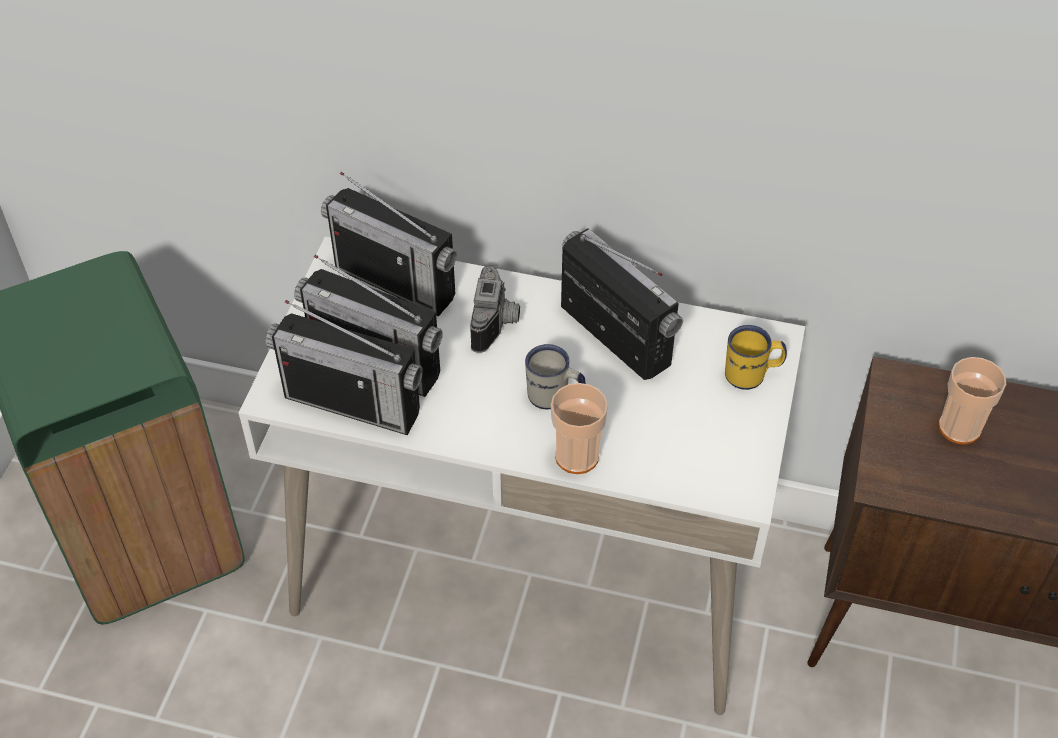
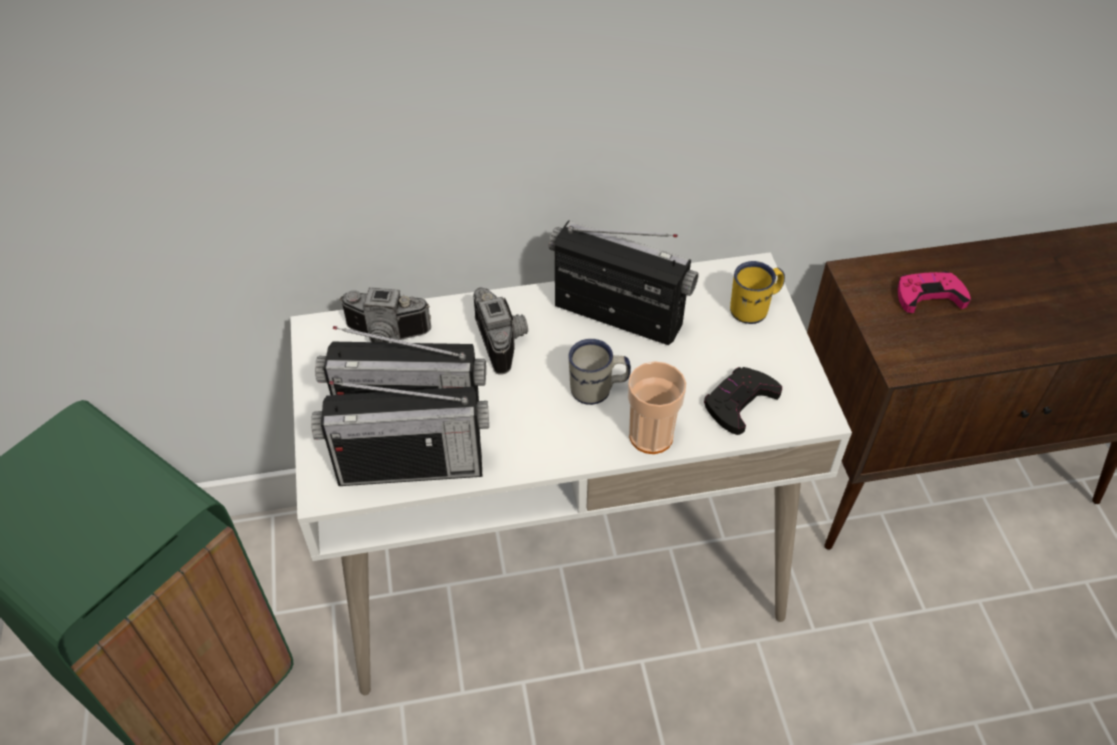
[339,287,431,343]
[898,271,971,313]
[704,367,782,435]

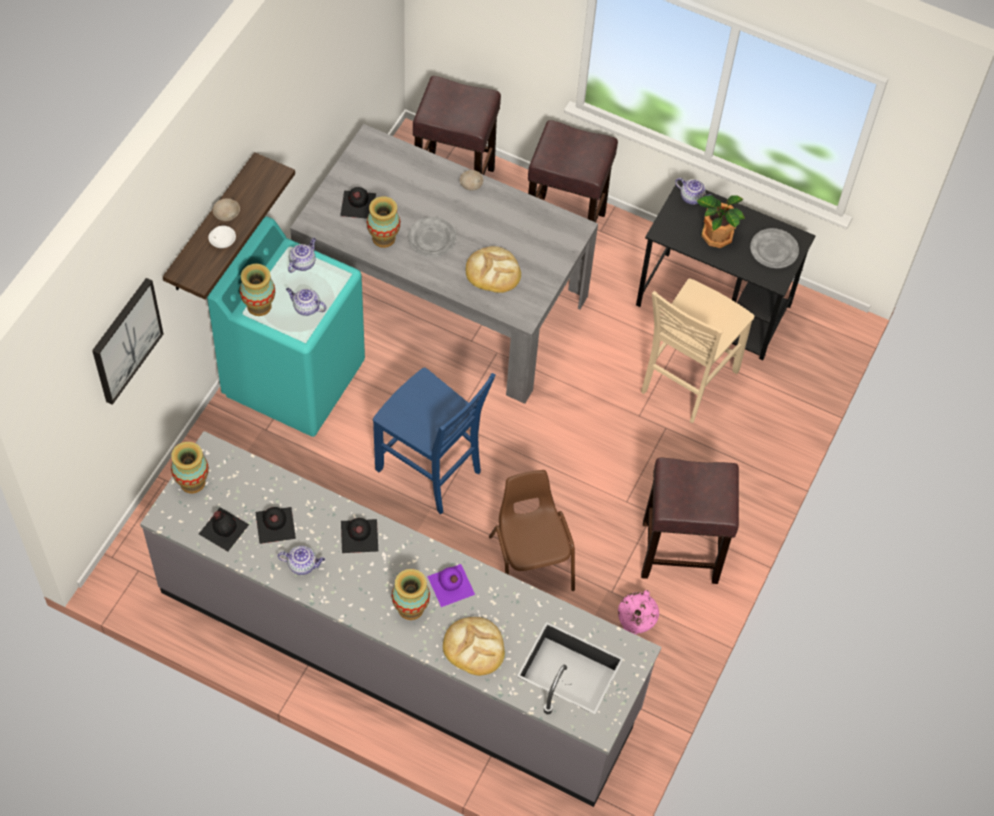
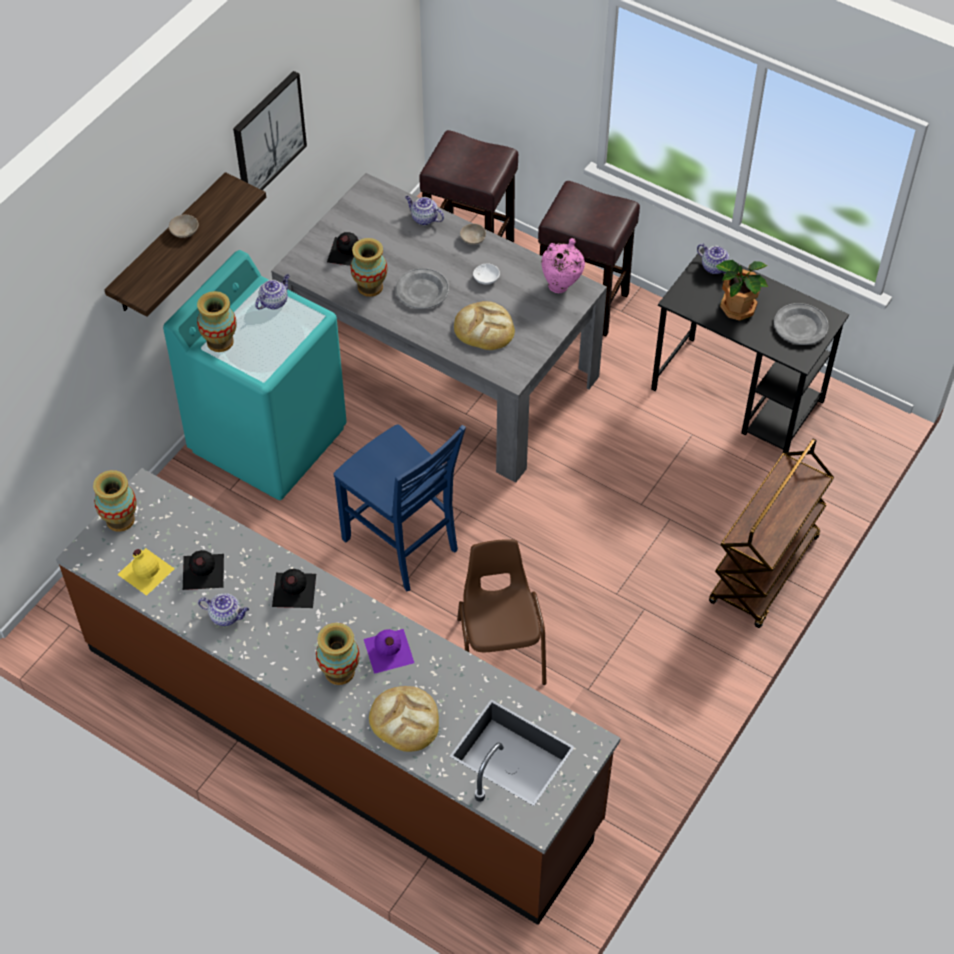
[233,71,307,190]
[56,468,621,925]
[117,548,175,596]
[473,263,500,285]
[405,196,444,225]
[541,238,585,293]
[641,279,754,423] (first image)
[641,458,739,584] (first image)
[709,438,834,628]

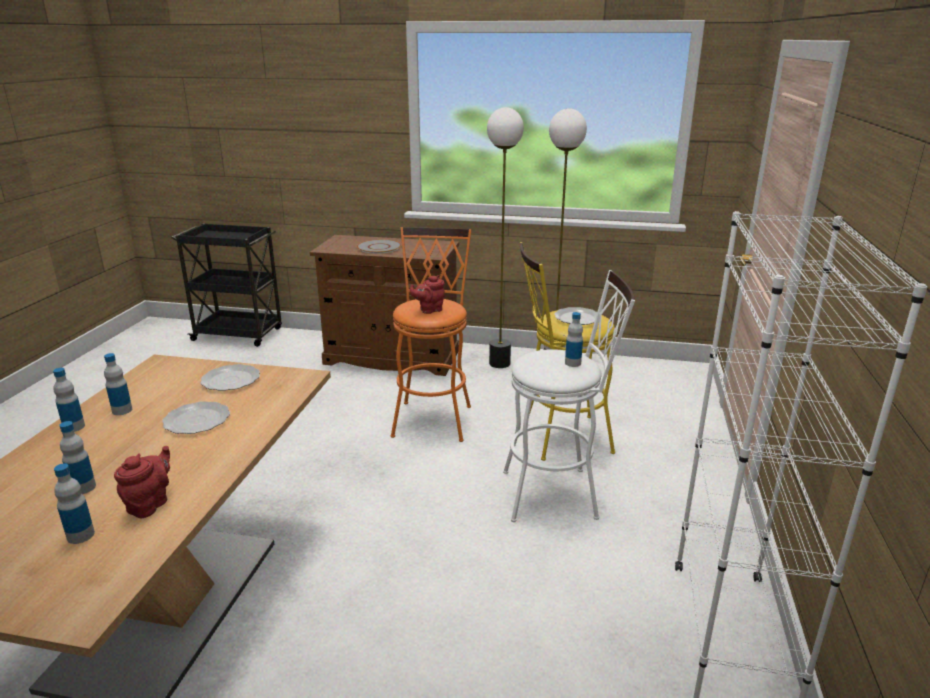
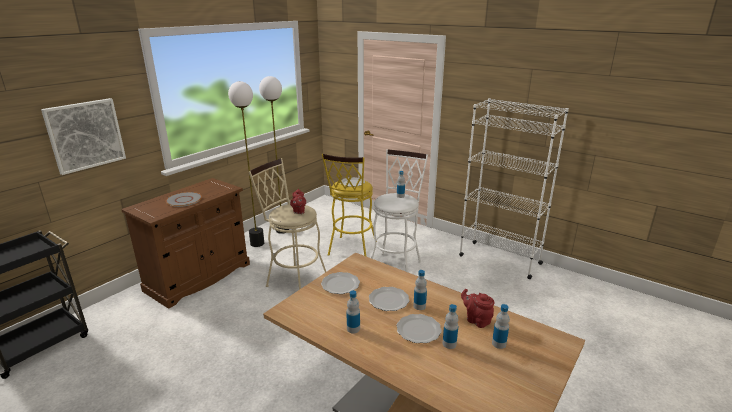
[413,270,427,310]
[249,158,326,290]
[41,98,126,175]
[396,314,442,343]

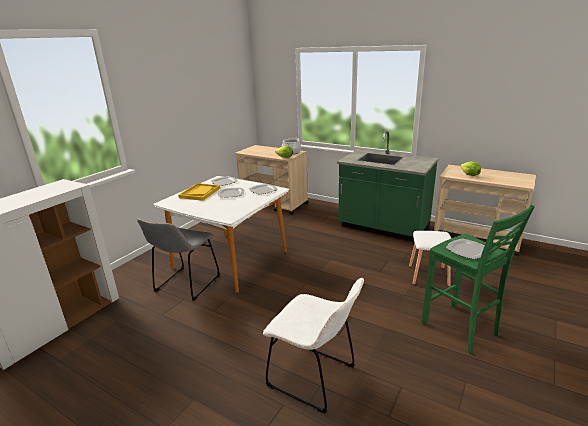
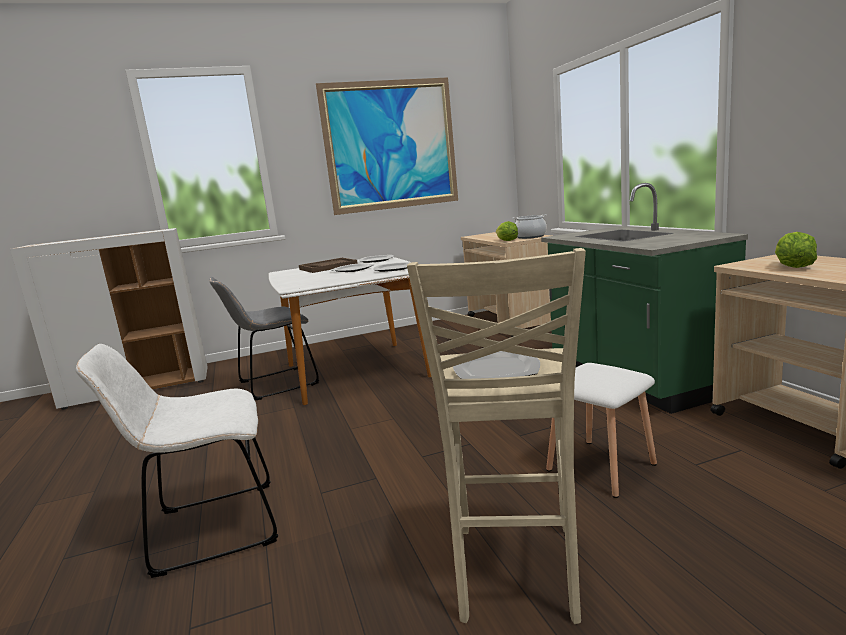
[299,258,358,273]
[76,344,278,578]
[407,248,586,624]
[316,77,458,215]

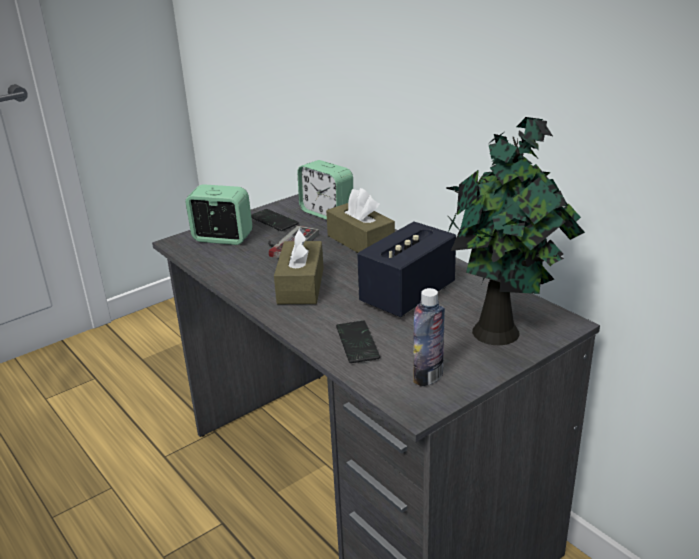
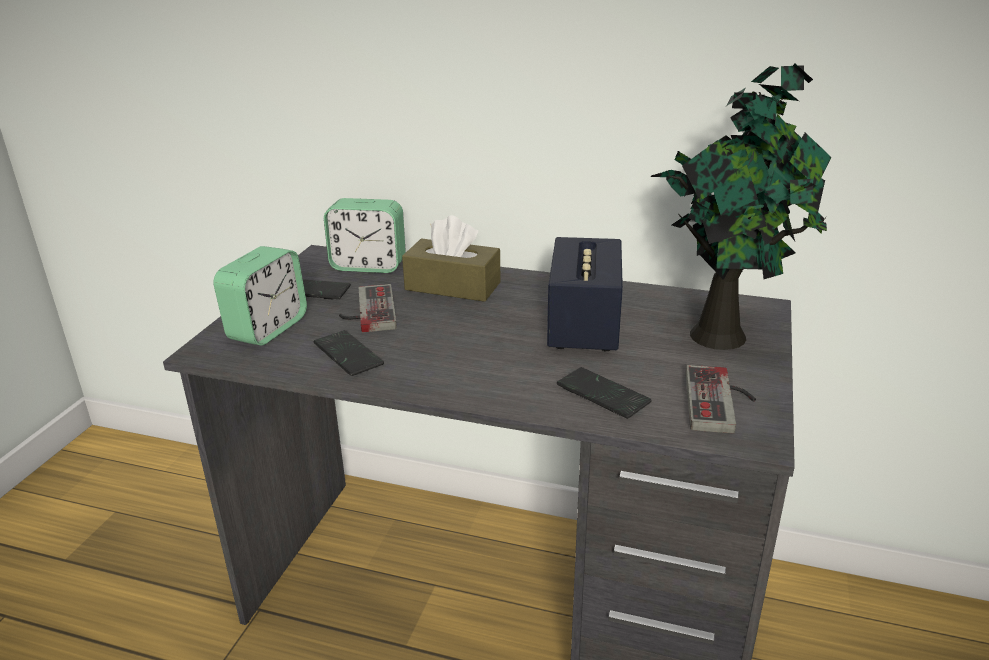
[214,246,307,346]
[274,228,324,304] (first image)
[686,365,756,433]
[314,330,384,376]

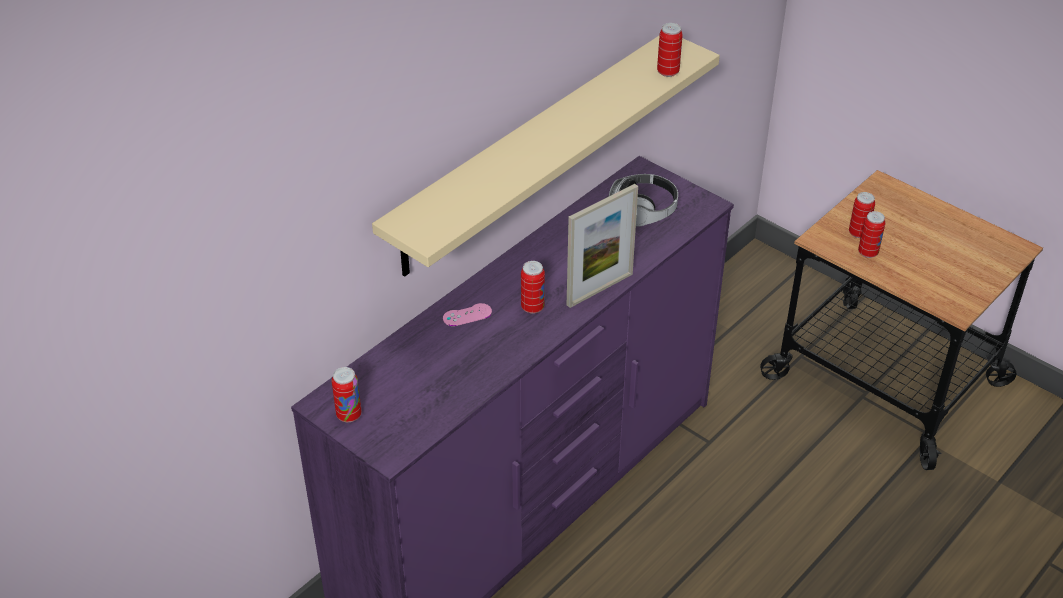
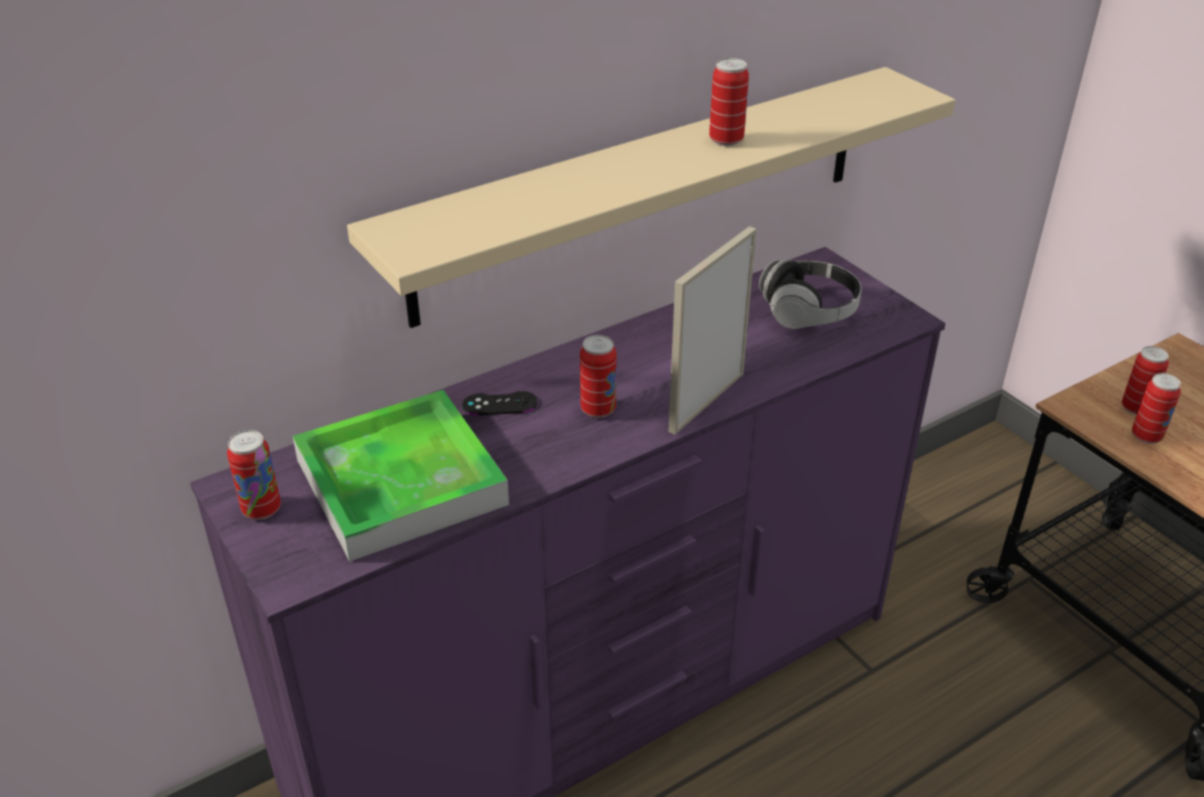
[462,391,538,415]
[668,226,756,435]
[709,58,749,146]
[293,390,509,562]

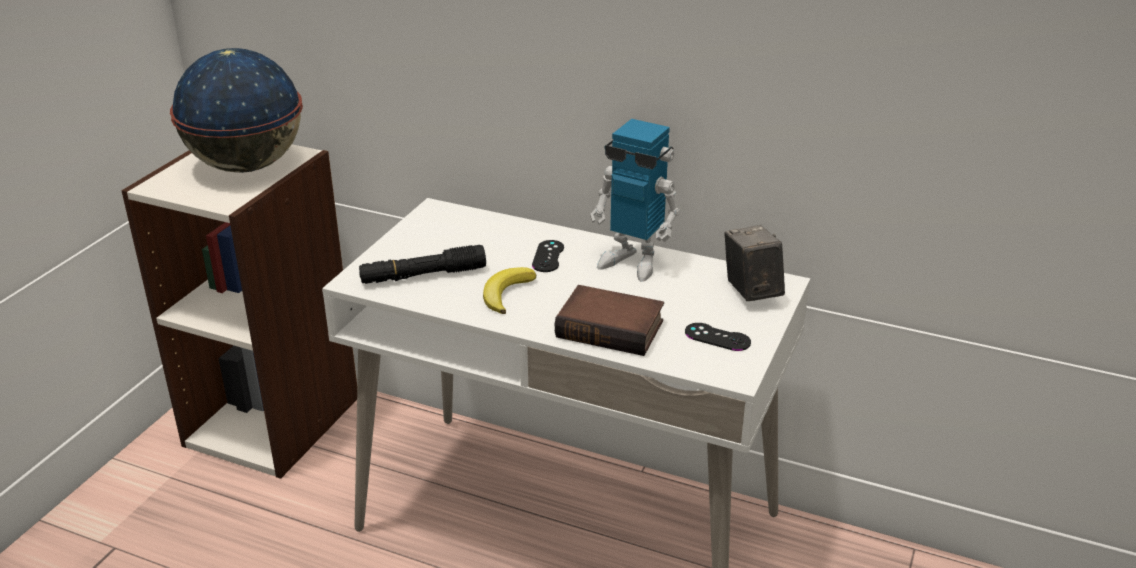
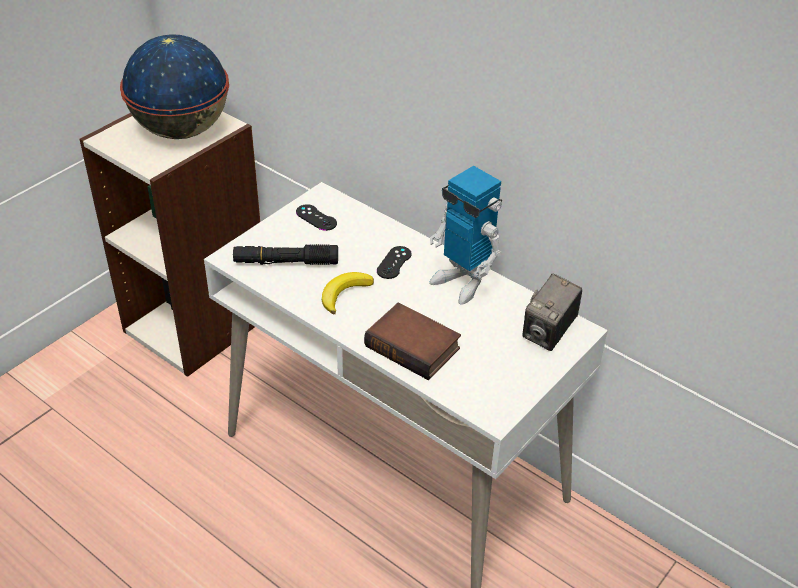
[296,204,337,231]
[522,273,582,351]

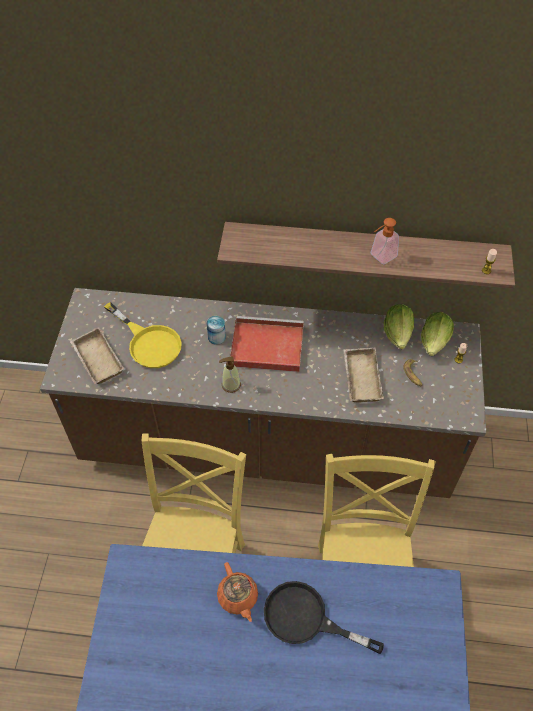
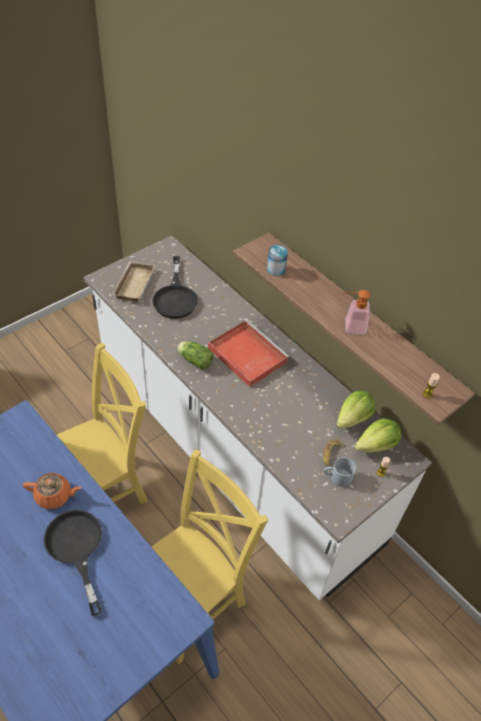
[84,235,432,601]
[152,256,198,319]
[267,245,288,276]
[23,473,81,509]
[177,341,214,369]
[343,347,384,403] (first image)
[324,457,356,487]

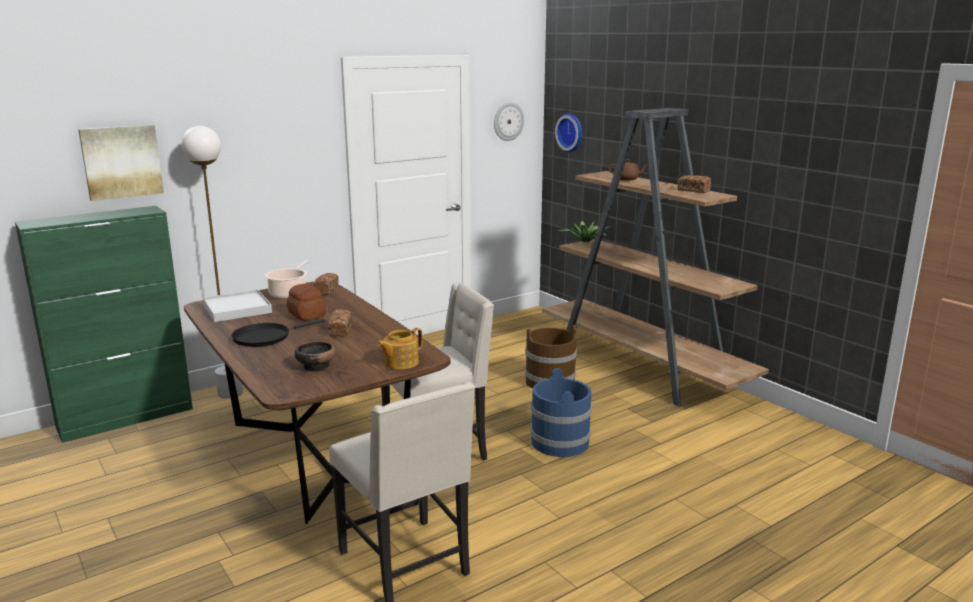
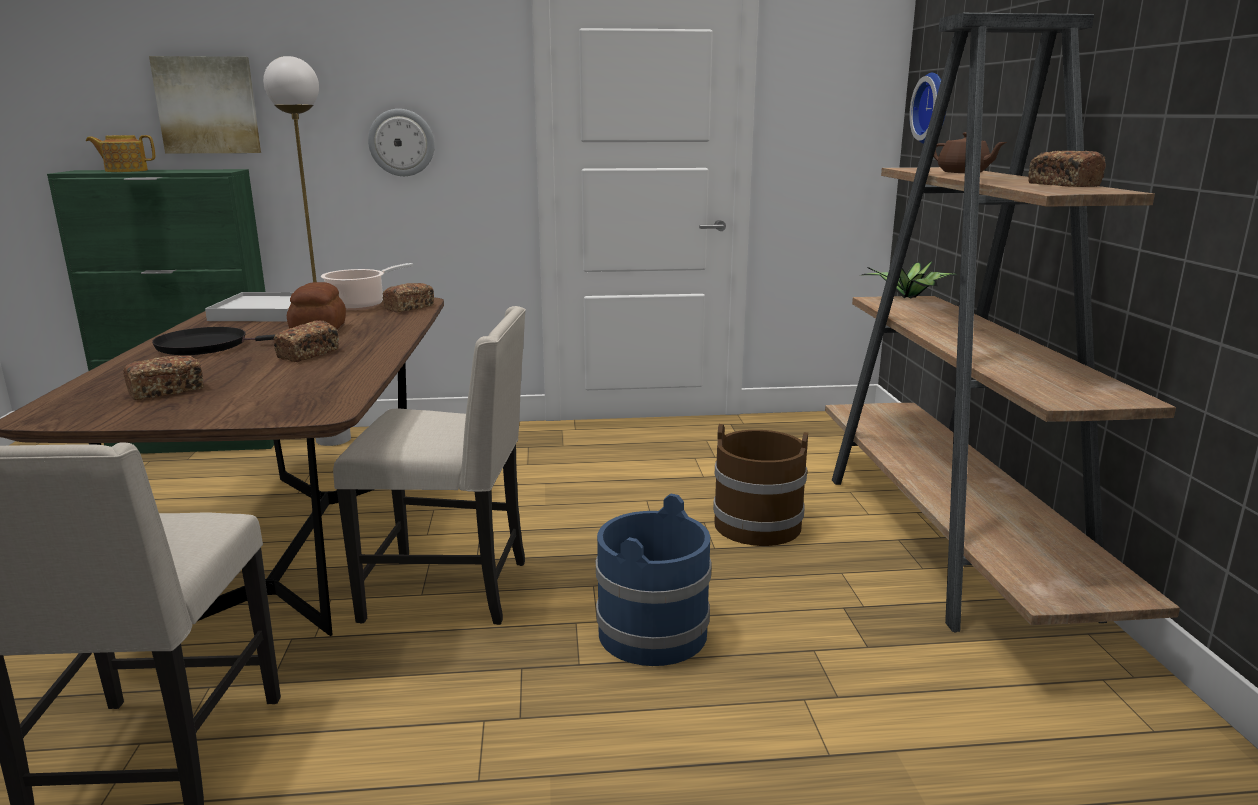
[123,355,203,400]
[86,135,155,172]
[368,109,435,176]

